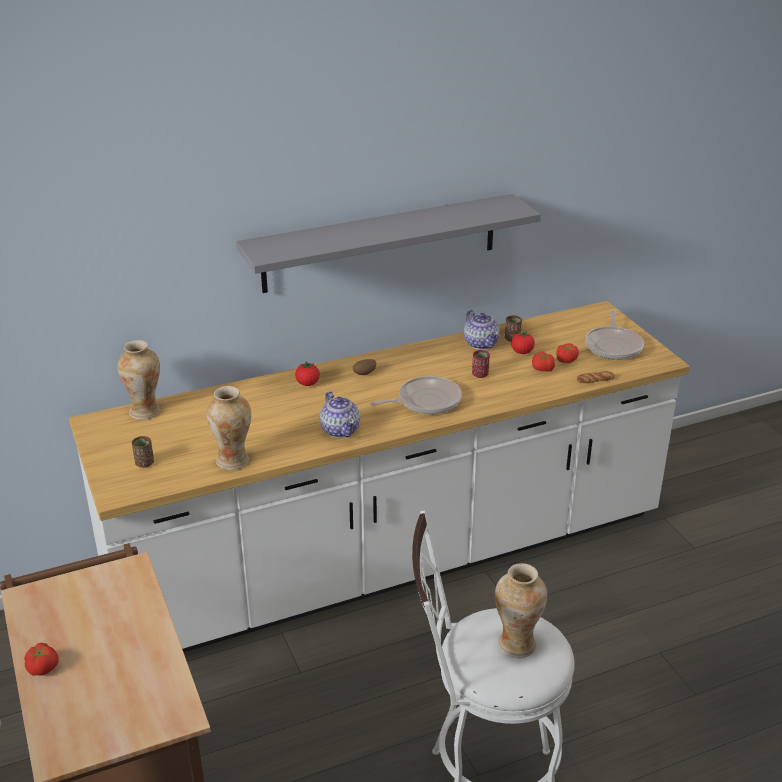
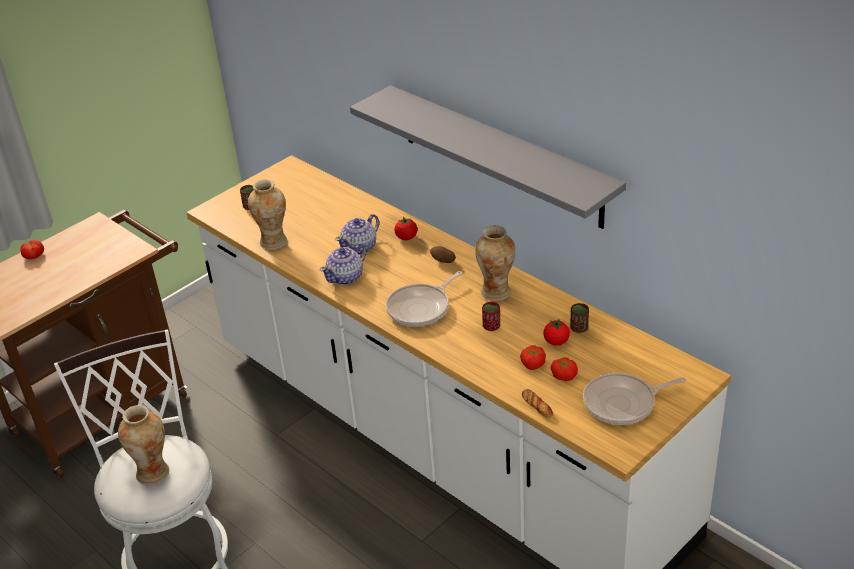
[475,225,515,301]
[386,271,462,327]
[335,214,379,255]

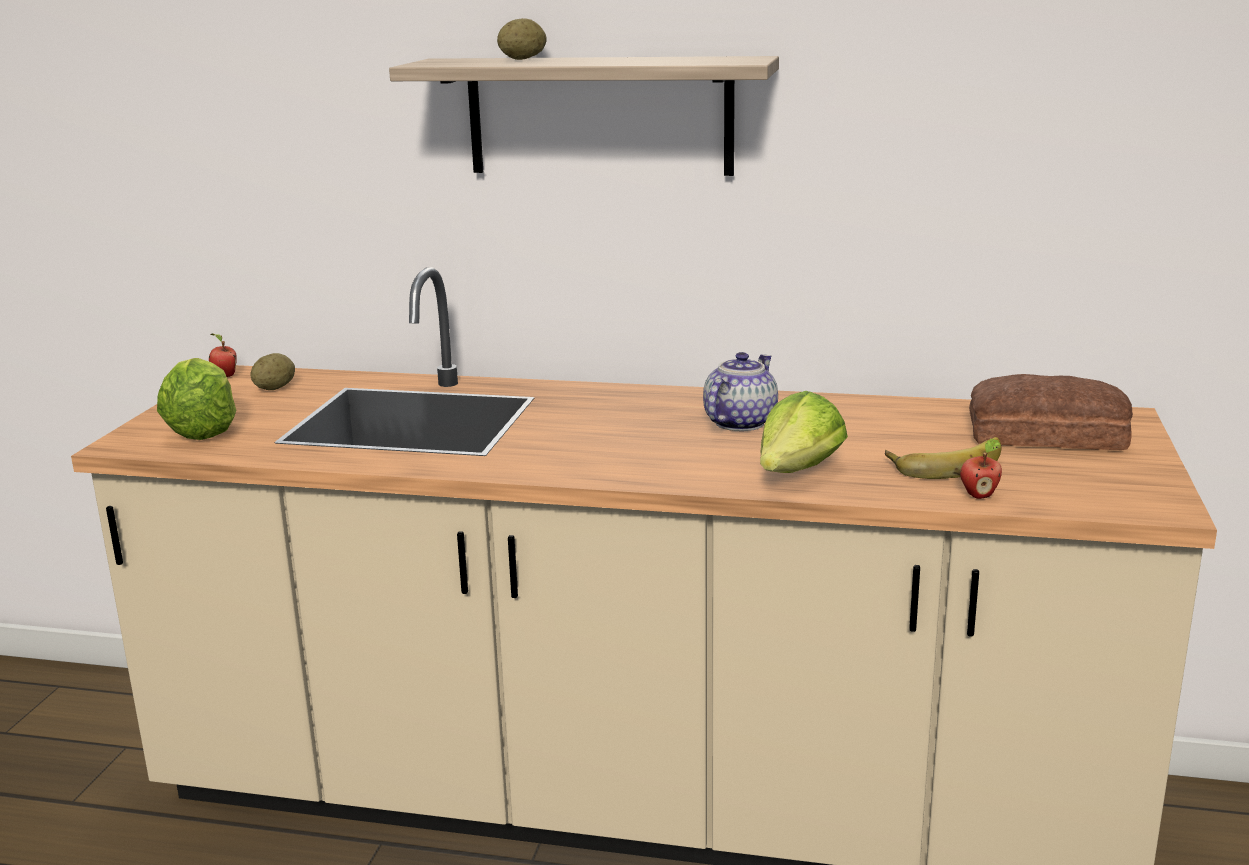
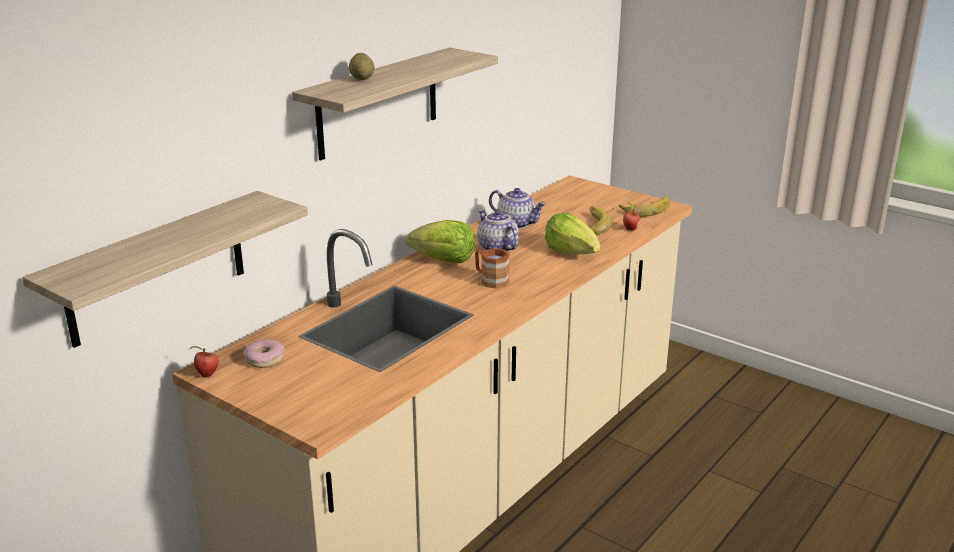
[406,220,475,263]
[244,339,285,368]
[969,374,1133,450] (first image)
[22,191,308,348]
[475,248,510,289]
[489,188,546,229]
[619,196,670,217]

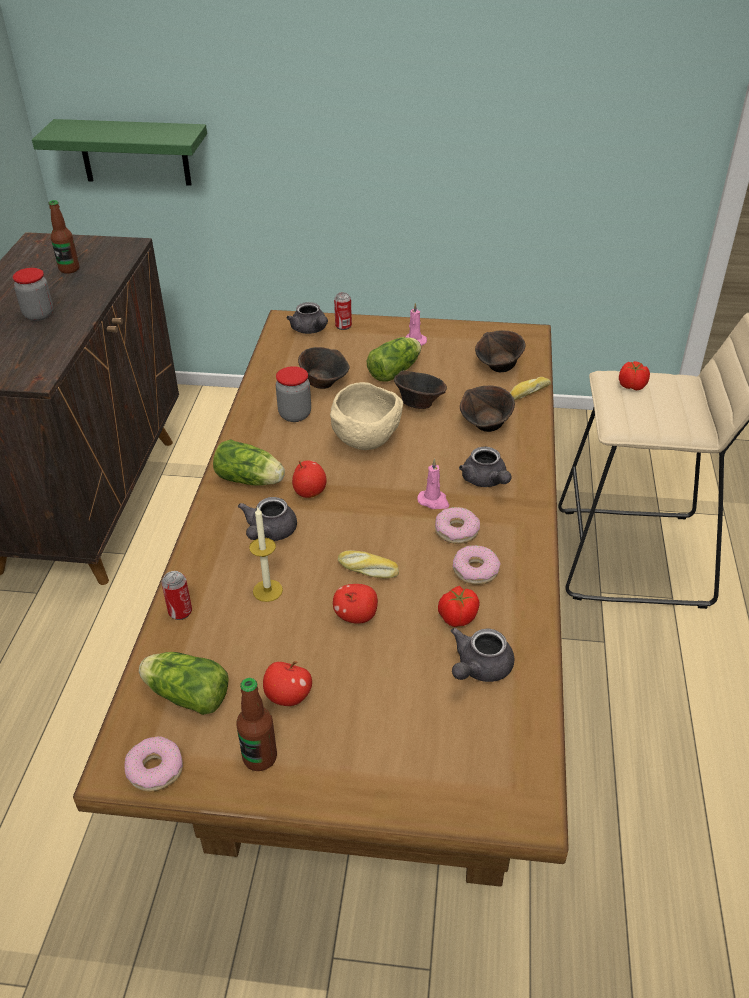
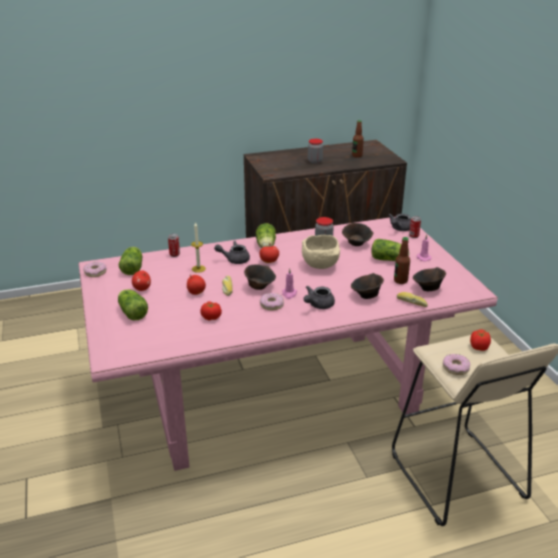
[32,119,207,186] (first image)
[78,217,498,471]
[394,237,410,284]
[244,264,276,290]
[451,628,515,682] (first image)
[443,354,470,375]
[118,289,148,320]

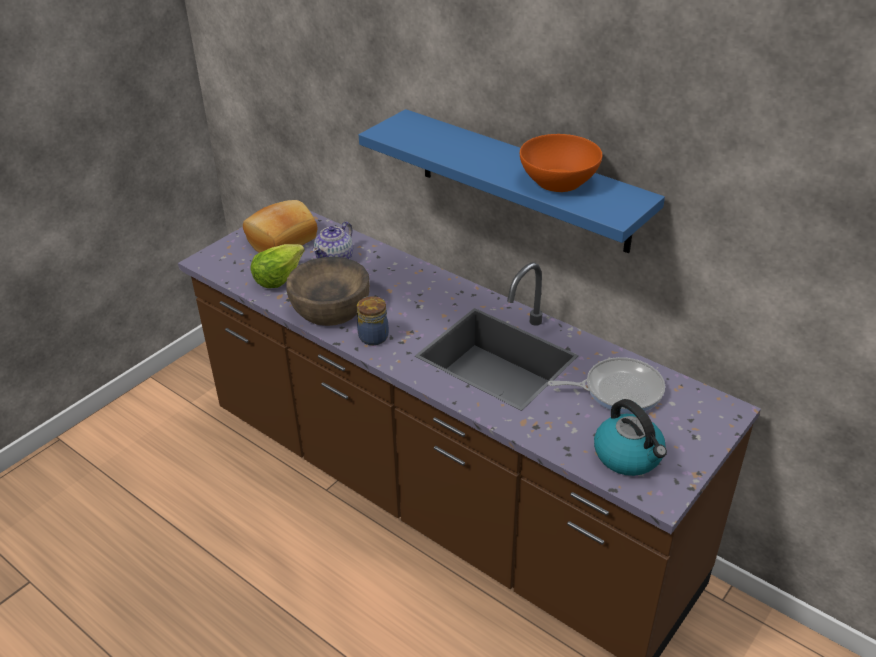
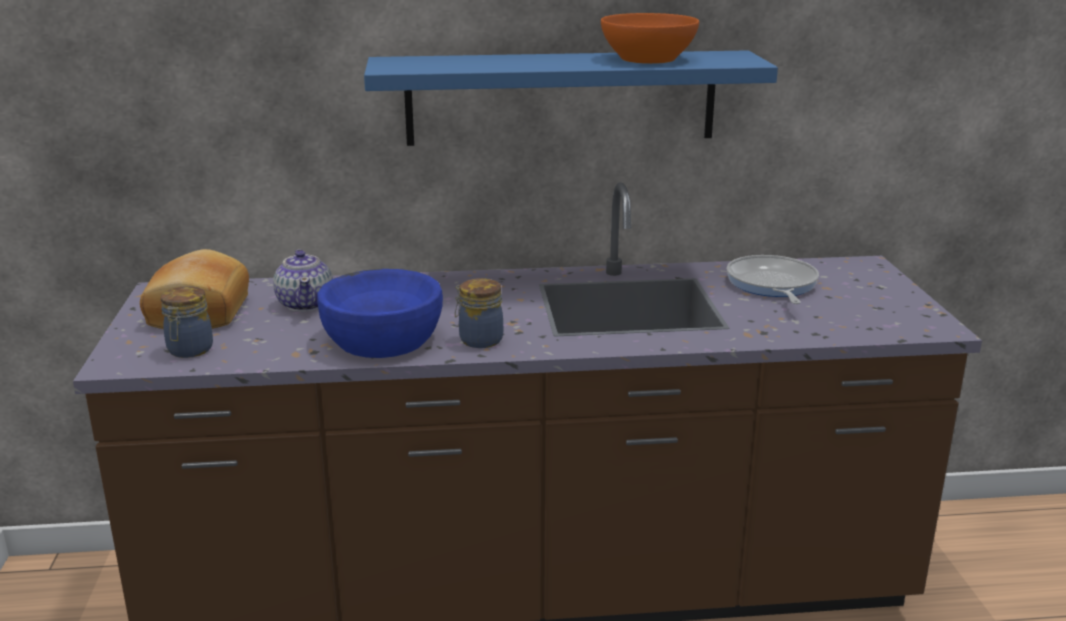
[251,244,305,288] (first image)
[317,269,443,358]
[727,255,819,304]
[594,399,667,476] (first image)
[161,286,213,358]

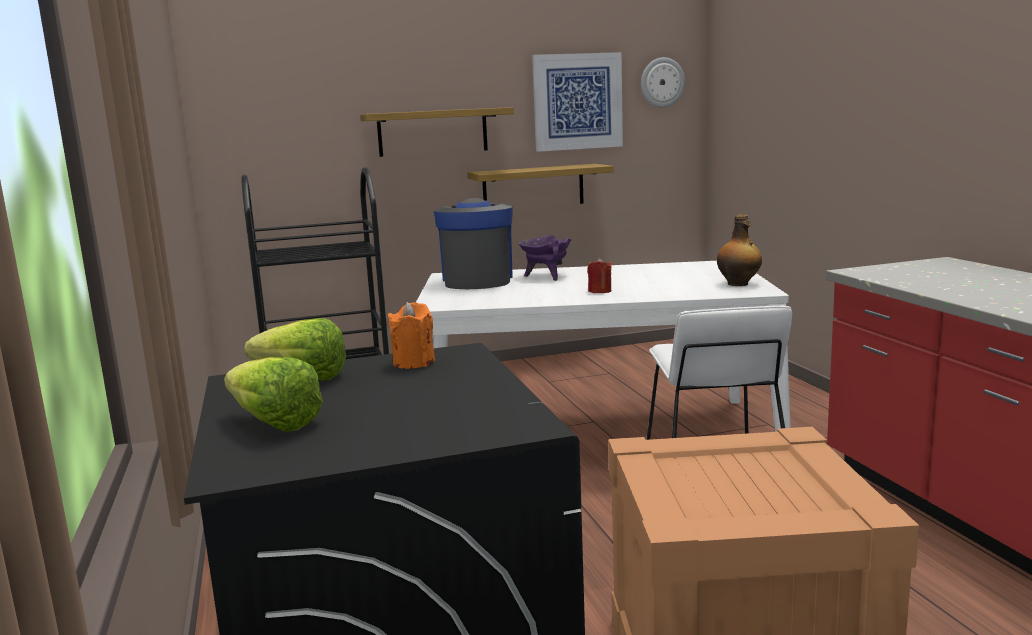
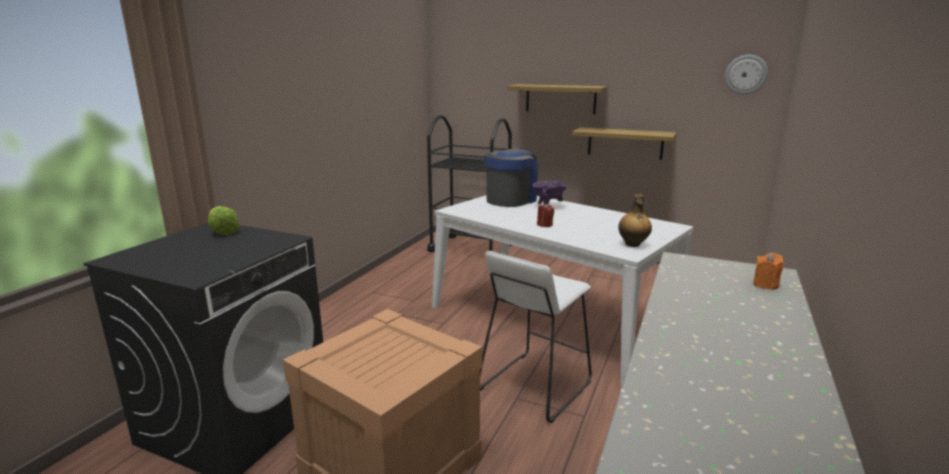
[224,357,323,432] (first image)
[753,253,784,290]
[532,52,623,152] (first image)

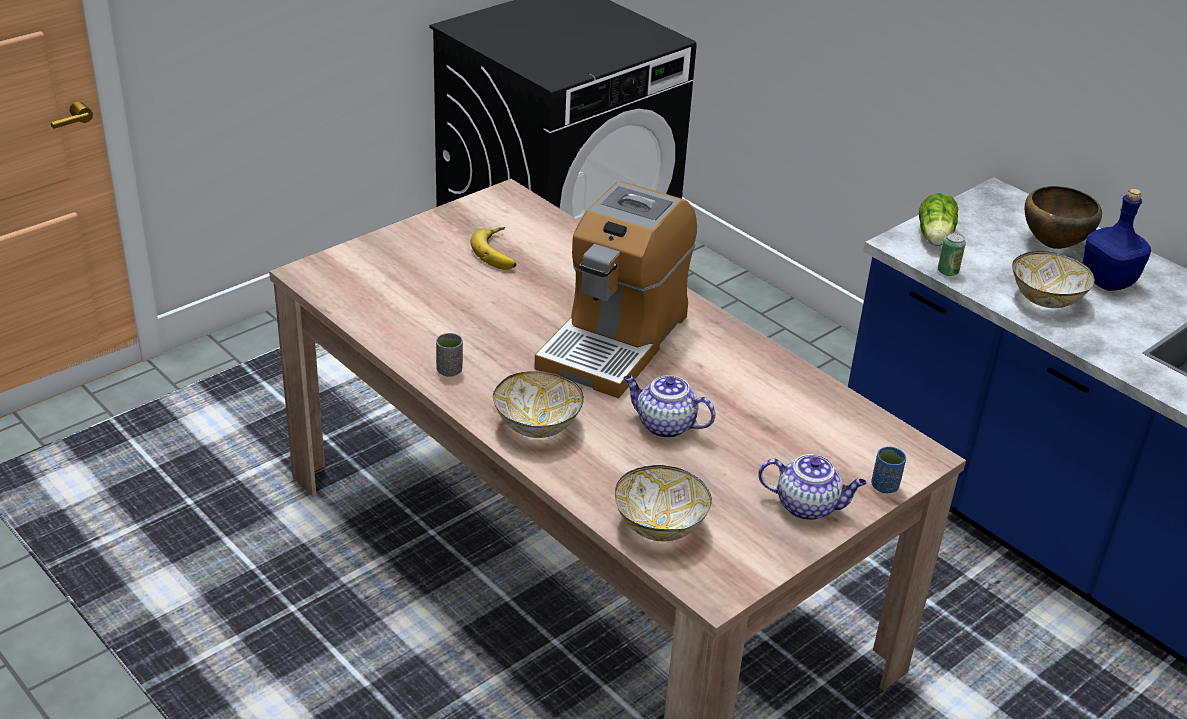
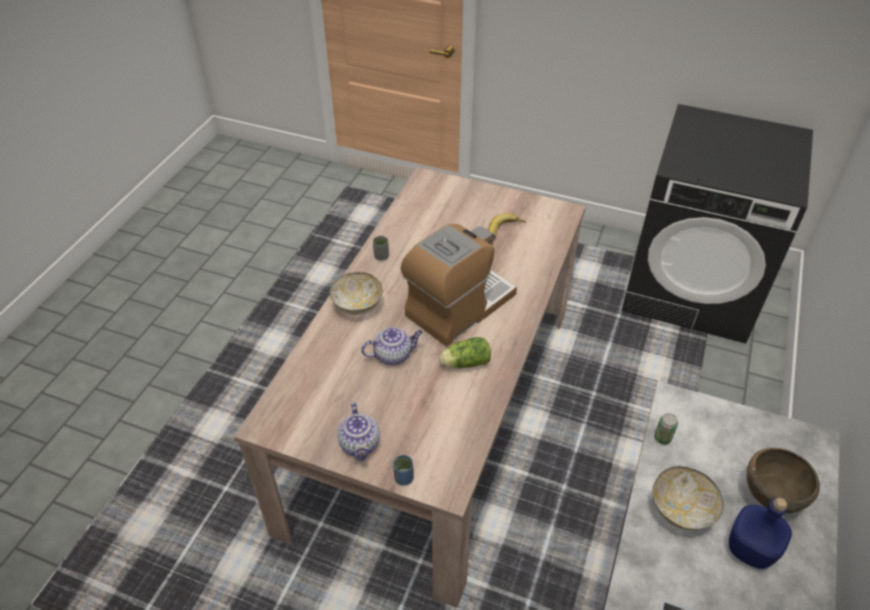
[401,224,517,346]
[615,465,712,541] (first image)
[361,327,423,366]
[439,337,491,368]

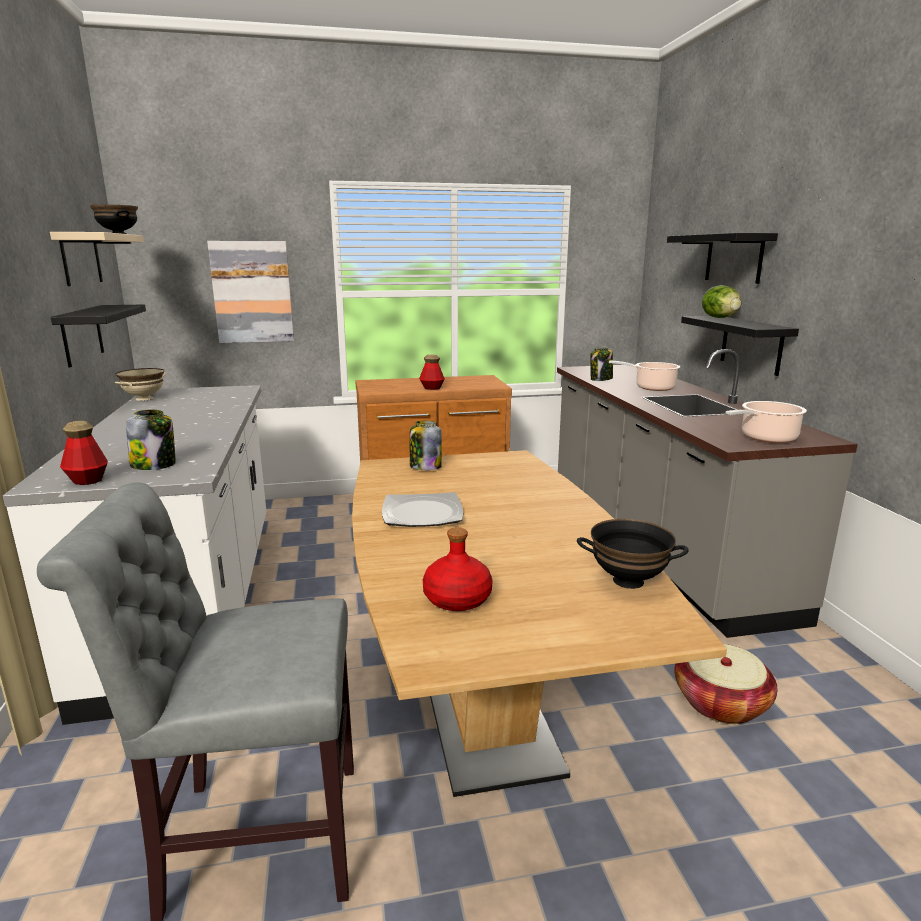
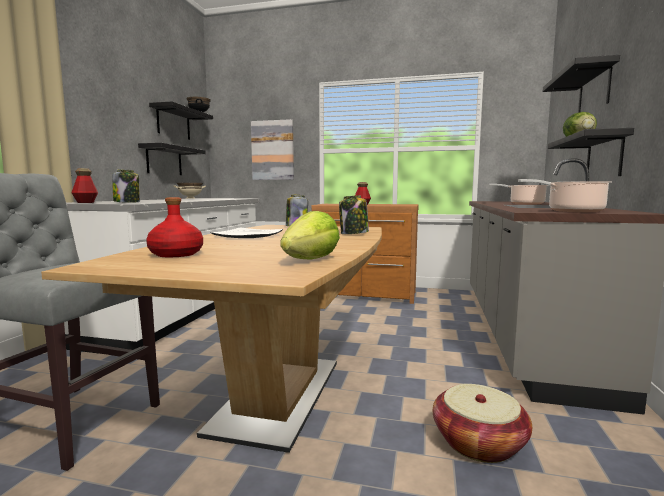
[149,101,213,140]
[280,211,340,259]
[339,195,369,234]

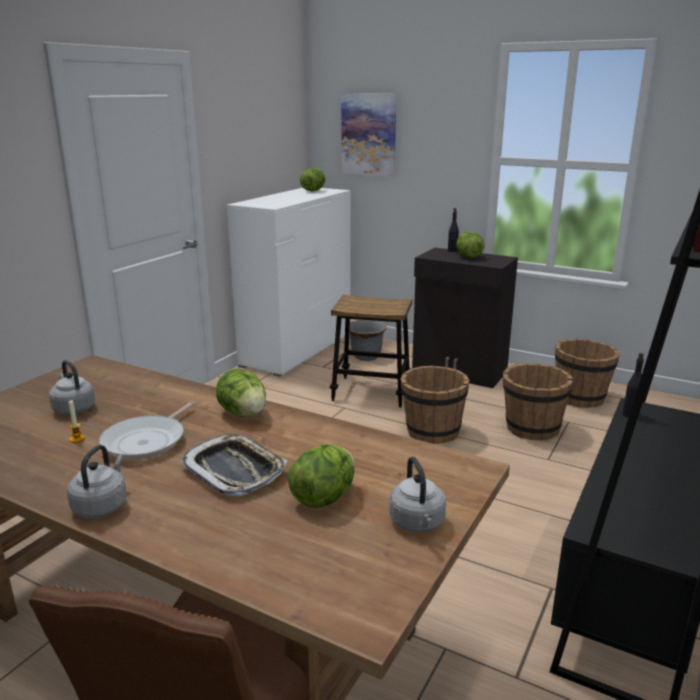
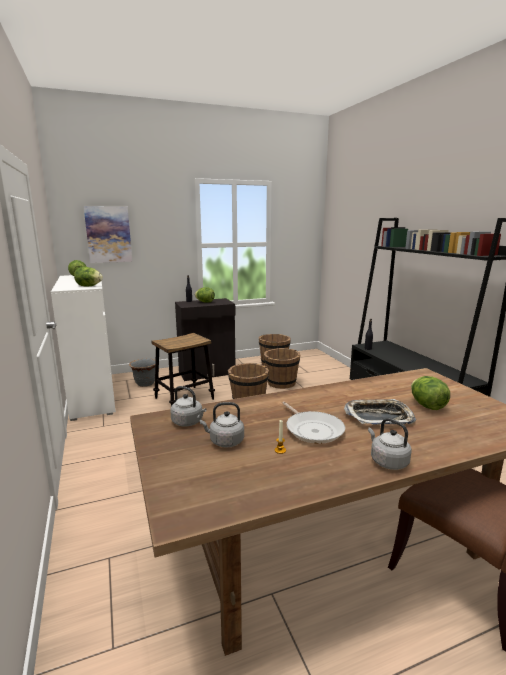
[74,267,103,286]
[170,386,206,426]

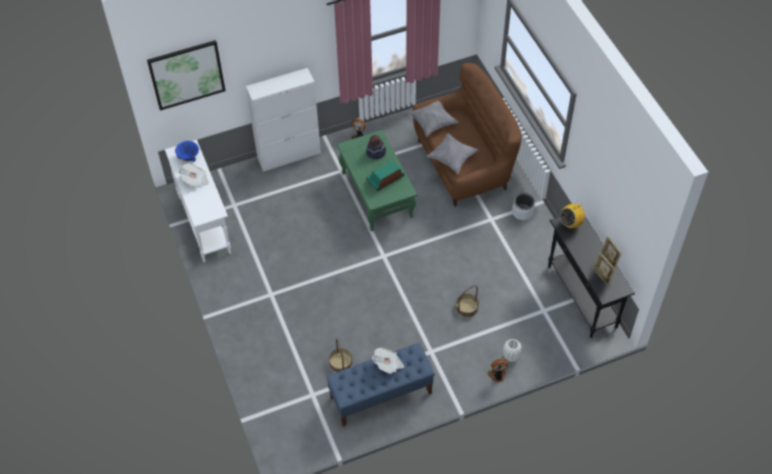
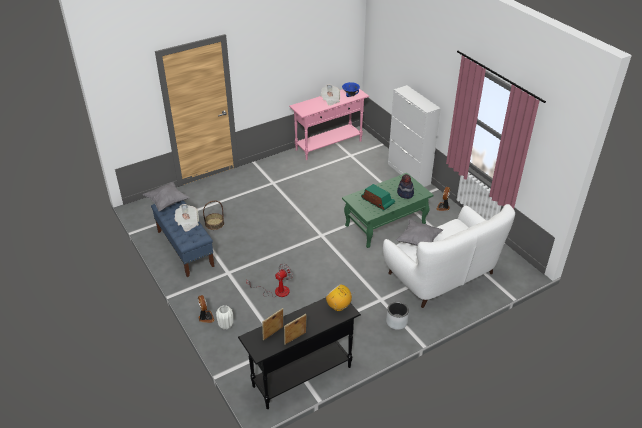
[147,40,226,111] (first image)
[289,89,369,160]
[143,182,190,211]
[383,204,515,308]
[246,264,293,298]

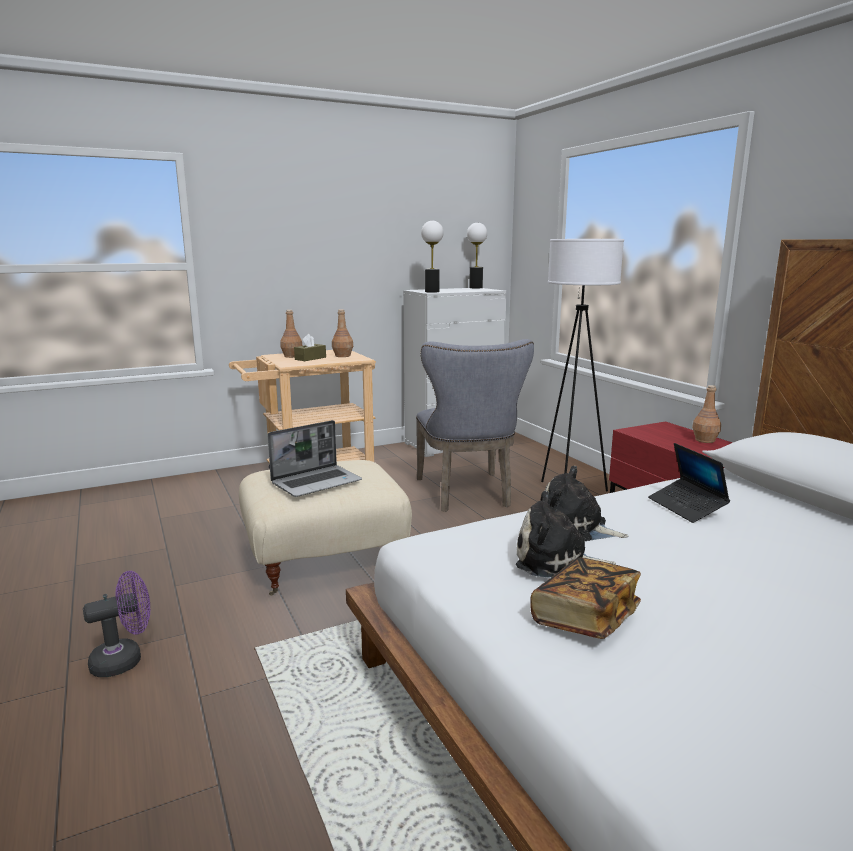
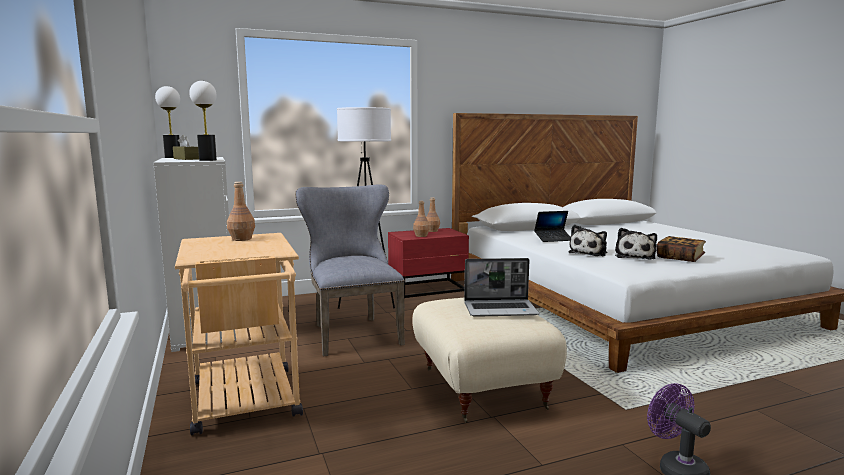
[464,258,539,317]
[413,201,430,237]
[173,135,199,160]
[296,185,405,357]

